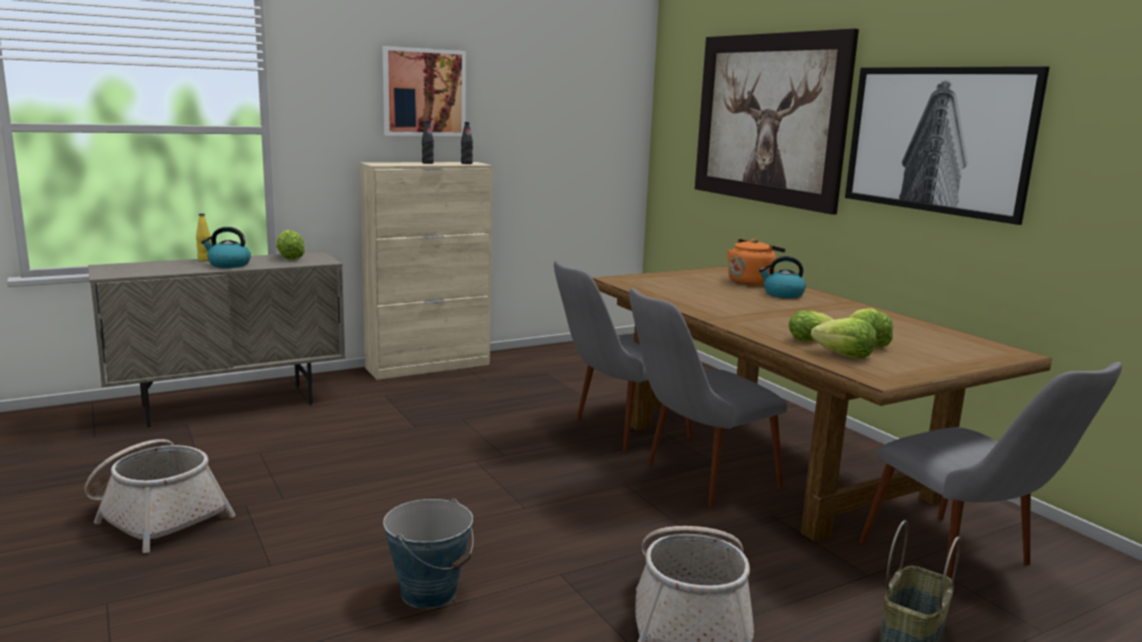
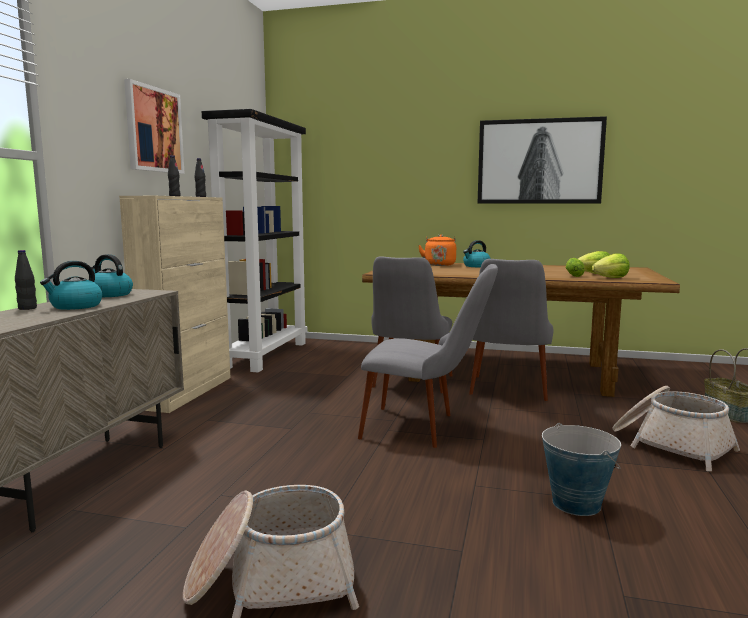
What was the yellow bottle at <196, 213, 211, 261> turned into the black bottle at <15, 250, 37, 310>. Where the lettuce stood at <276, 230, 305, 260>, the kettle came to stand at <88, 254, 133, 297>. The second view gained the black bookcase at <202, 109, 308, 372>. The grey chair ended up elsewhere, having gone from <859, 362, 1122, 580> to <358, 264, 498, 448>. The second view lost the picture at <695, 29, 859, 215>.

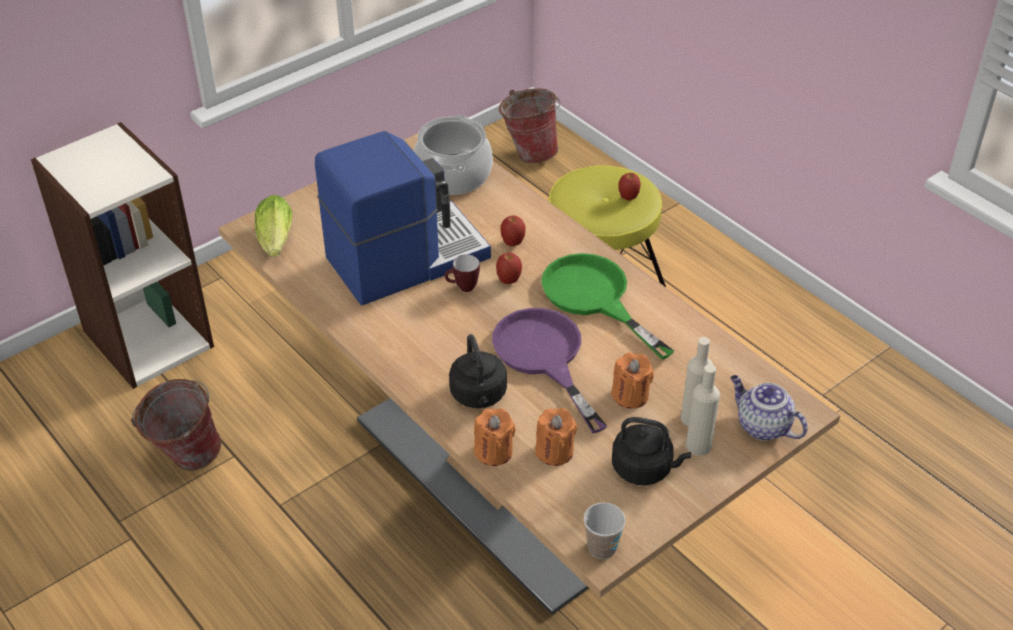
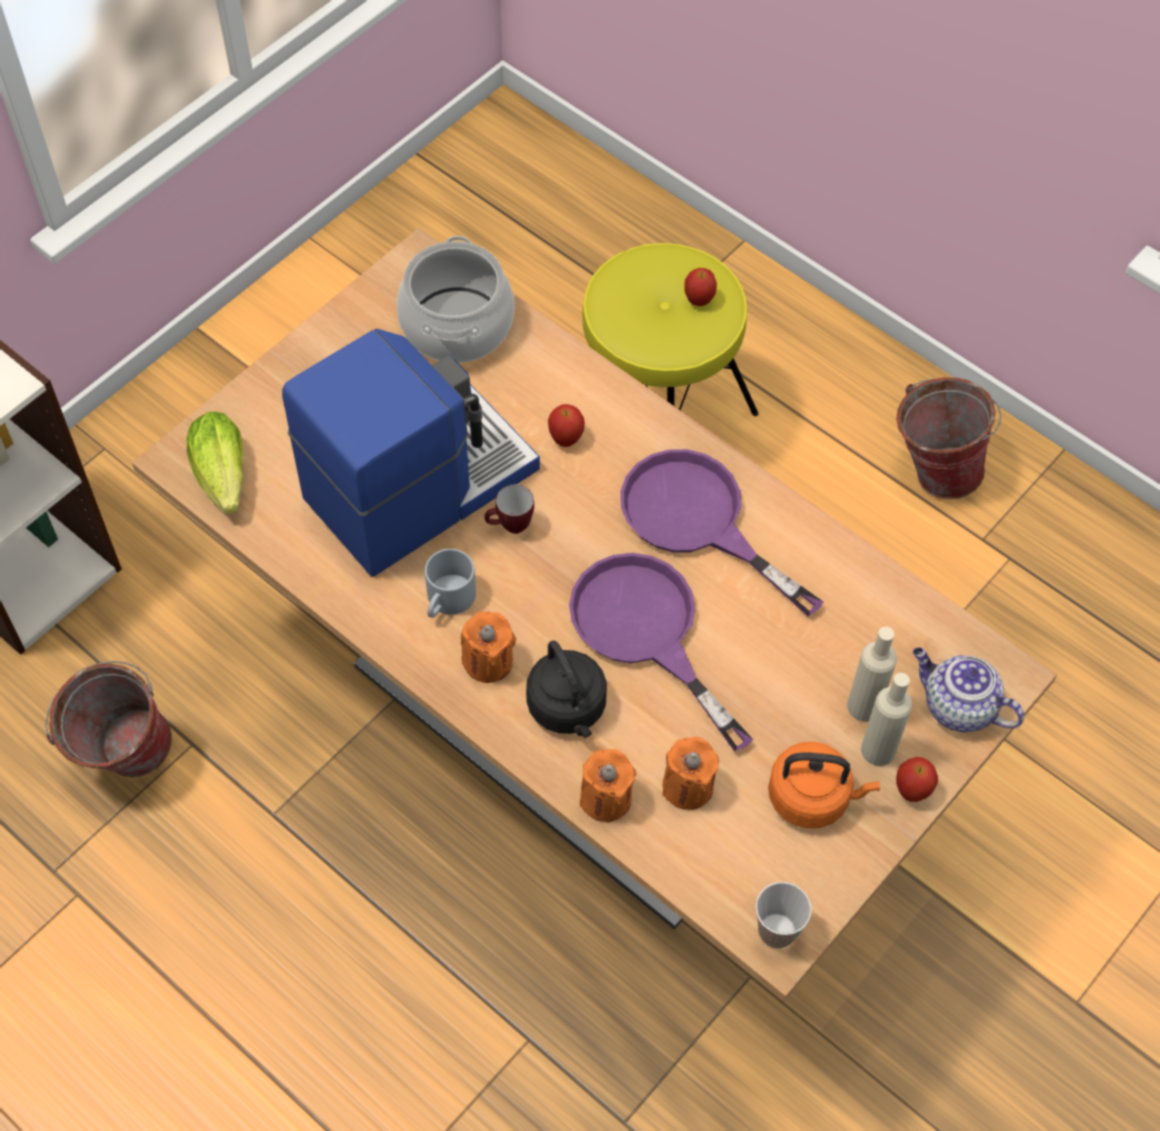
The second view gained the grey mug at <425, 549, 476, 618>. The orange candle ended up elsewhere, having gone from <611, 353, 654, 409> to <461, 612, 516, 683>. What was the green frying pan at <541, 253, 674, 360> turned into the purple frying pan at <620, 449, 824, 616>. What was the black kettle at <612, 417, 691, 485> turned into the orange kettle at <768, 742, 880, 829>. The bucket ended up elsewhere, having gone from <499, 88, 561, 163> to <896, 377, 1001, 499>. The apple ended up elsewhere, having gone from <496, 253, 522, 284> to <896, 757, 938, 802>.

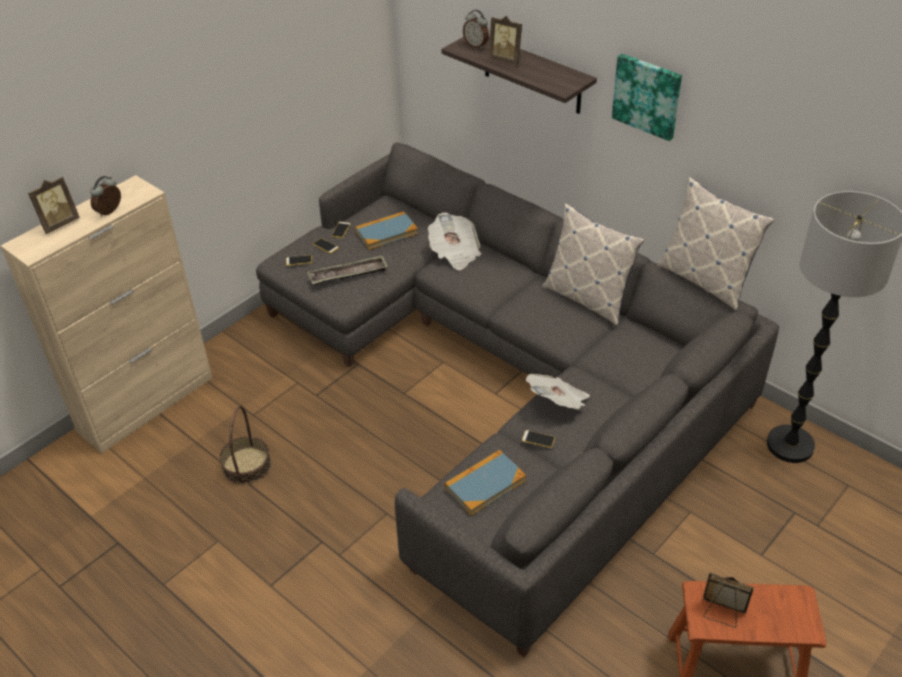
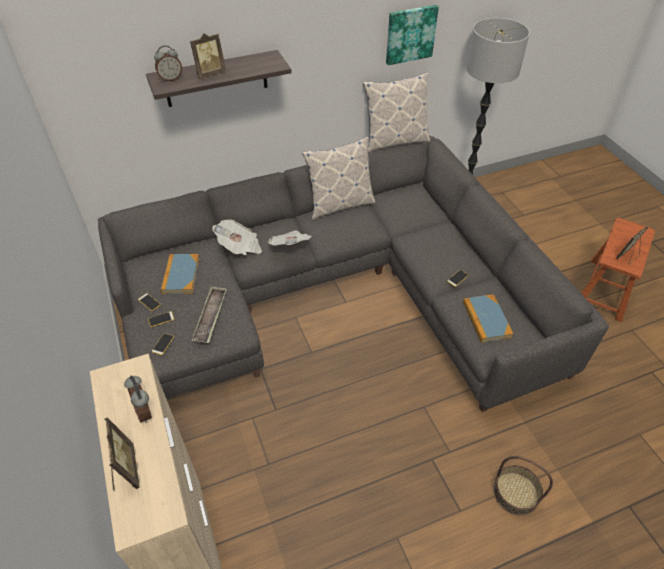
The newspaper ended up elsewhere, having gone from <526, 374, 590, 410> to <268, 231, 312, 246>. The picture ended up elsewhere, having gone from <612, 54, 682, 141> to <386, 5, 439, 65>. The basket ended up elsewhere, having gone from <219, 405, 271, 485> to <493, 456, 553, 516>.

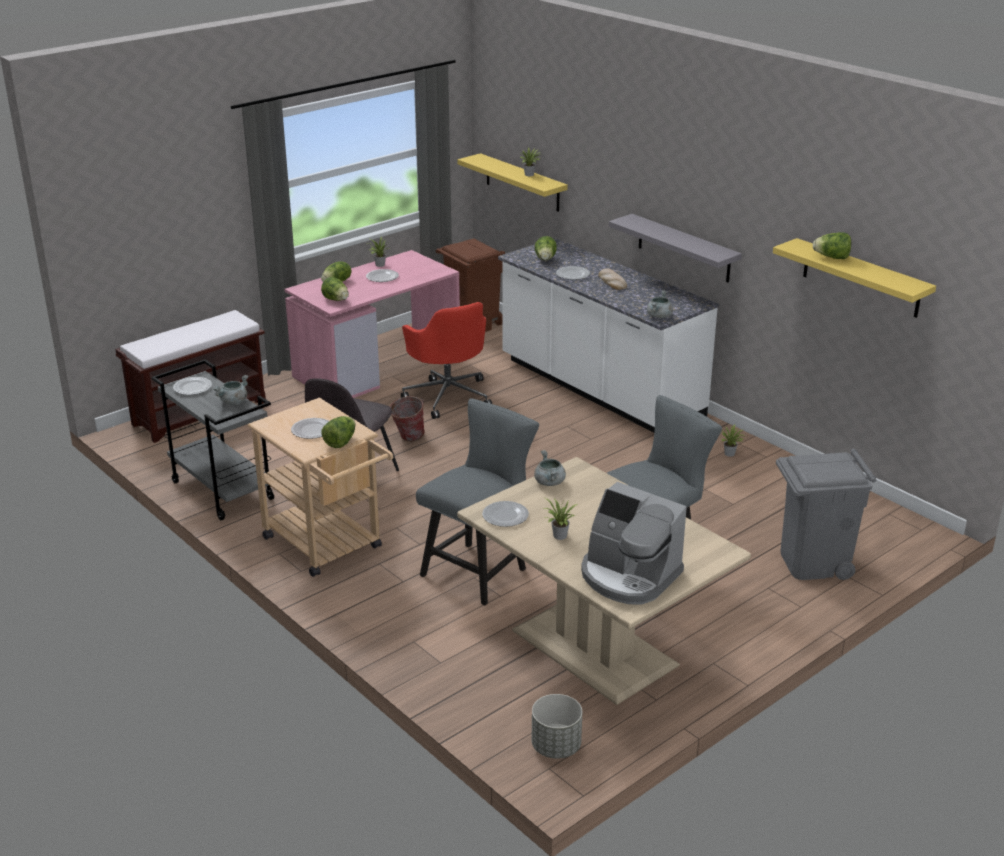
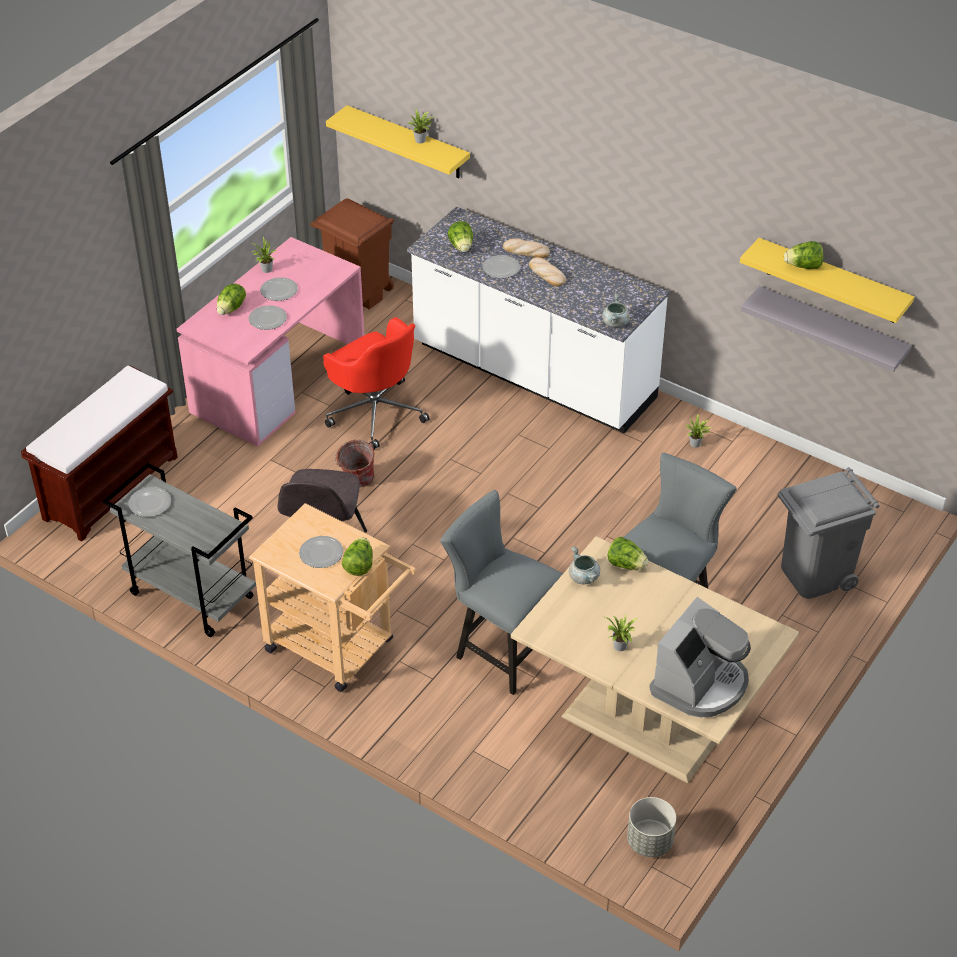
The plate ended up elsewhere, having gone from <482, 501, 529, 527> to <249, 305, 287, 330>. The grey chair at <416, 398, 539, 606> ended up facing another way, 75 degrees counterclockwise from before. The second view gained the bread at <503, 239, 550, 258>. The lettuce ended up elsewhere, having gone from <321, 277, 349, 301> to <607, 537, 648, 570>. The coffee machine at <581, 482, 687, 605> ended up facing another way, 75 degrees counterclockwise from before. The grey shelf ended up elsewhere, having gone from <609, 214, 742, 282> to <741, 286, 912, 372>. The second view lost the grey cooking pot at <213, 375, 248, 404>.

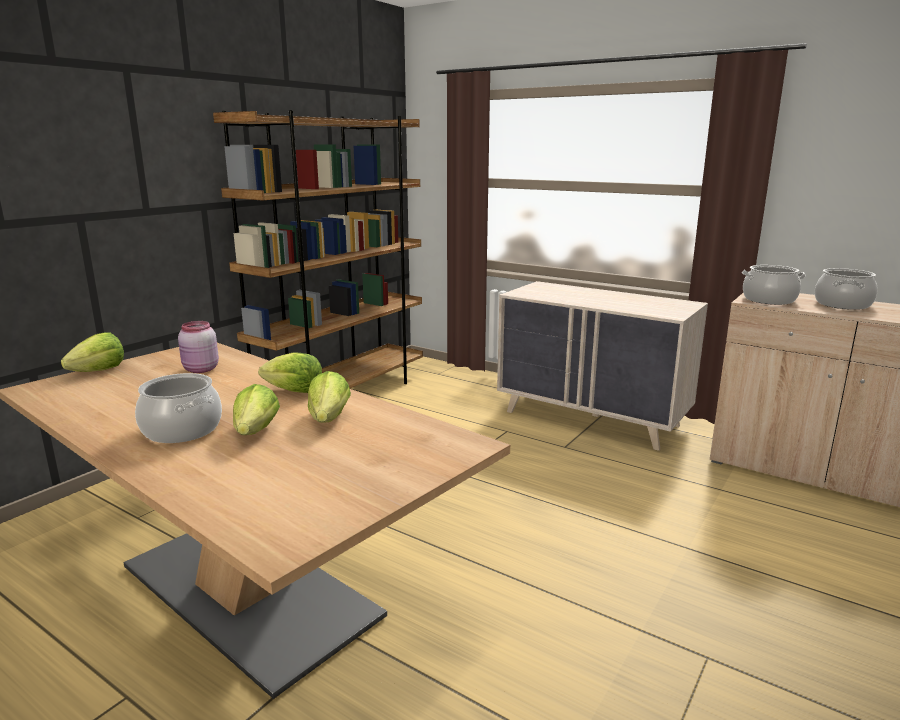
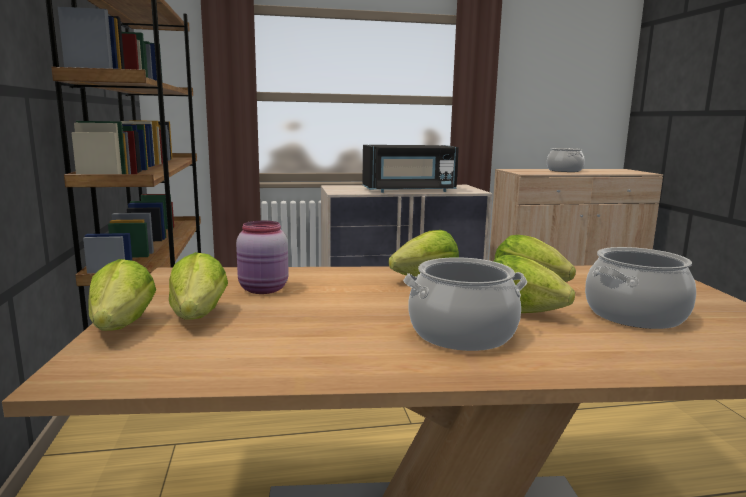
The second view gained the lettuce at <169, 252, 228, 320>. The second view gained the black microwave at <362, 145, 459, 193>. The cooking pot ended up elsewhere, having gone from <742, 265, 806, 305> to <585, 247, 696, 329>.

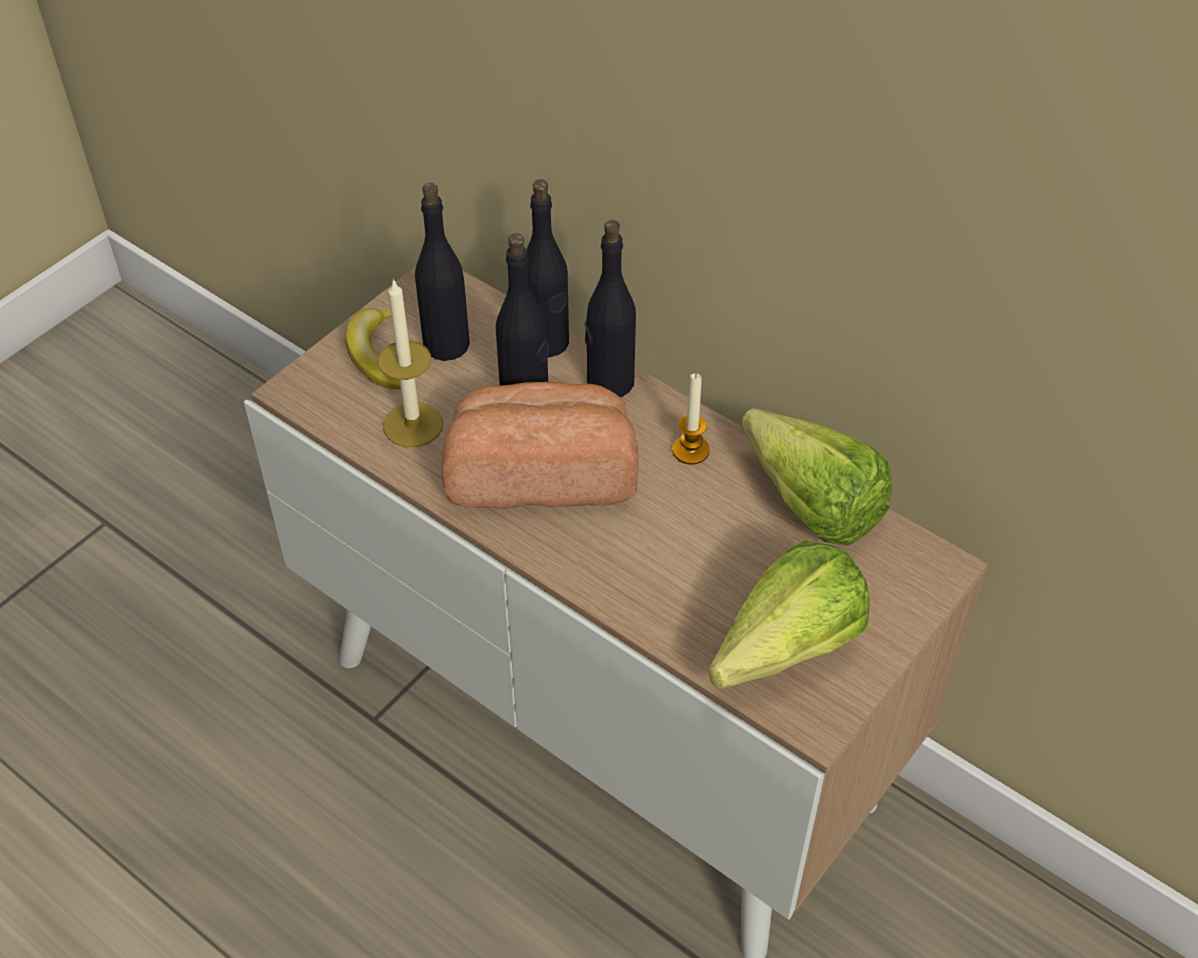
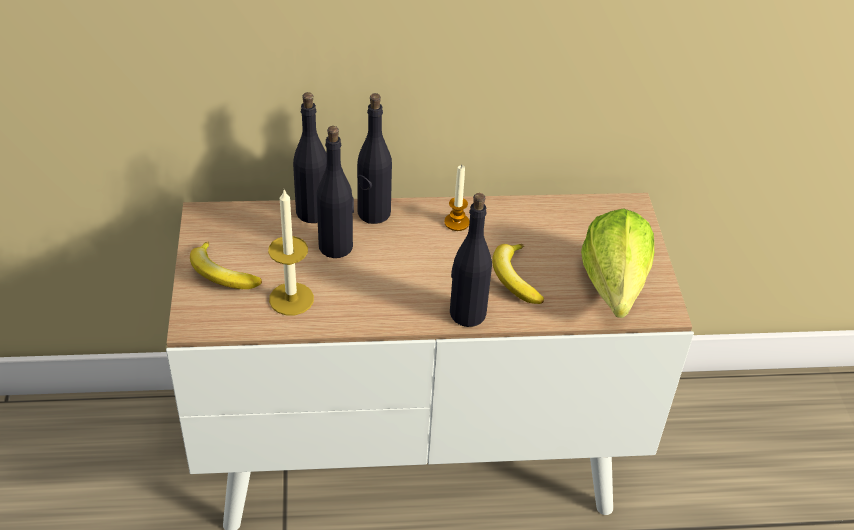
The black bottle ended up elsewhere, having gone from <415, 182, 470, 361> to <450, 193, 492, 327>. The second view gained the banana at <492, 244, 544, 304>. The second view lost the bread at <441, 382, 639, 509>. The second view lost the lettuce at <741, 408, 892, 545>.

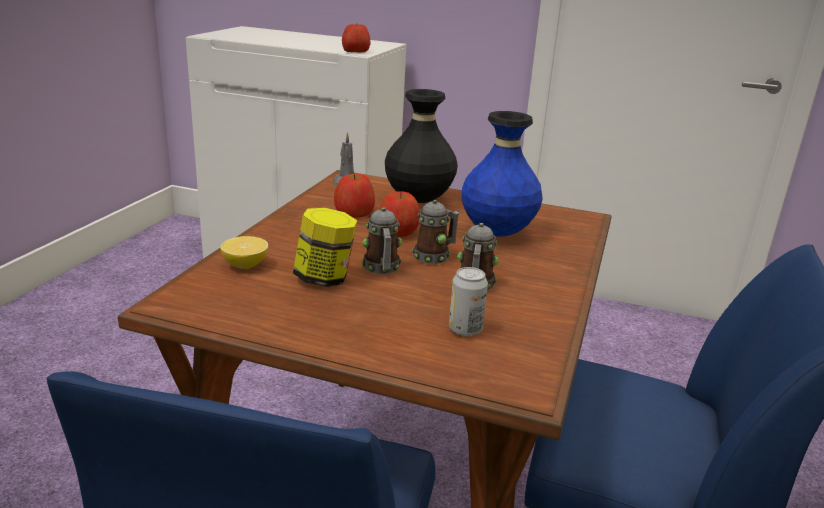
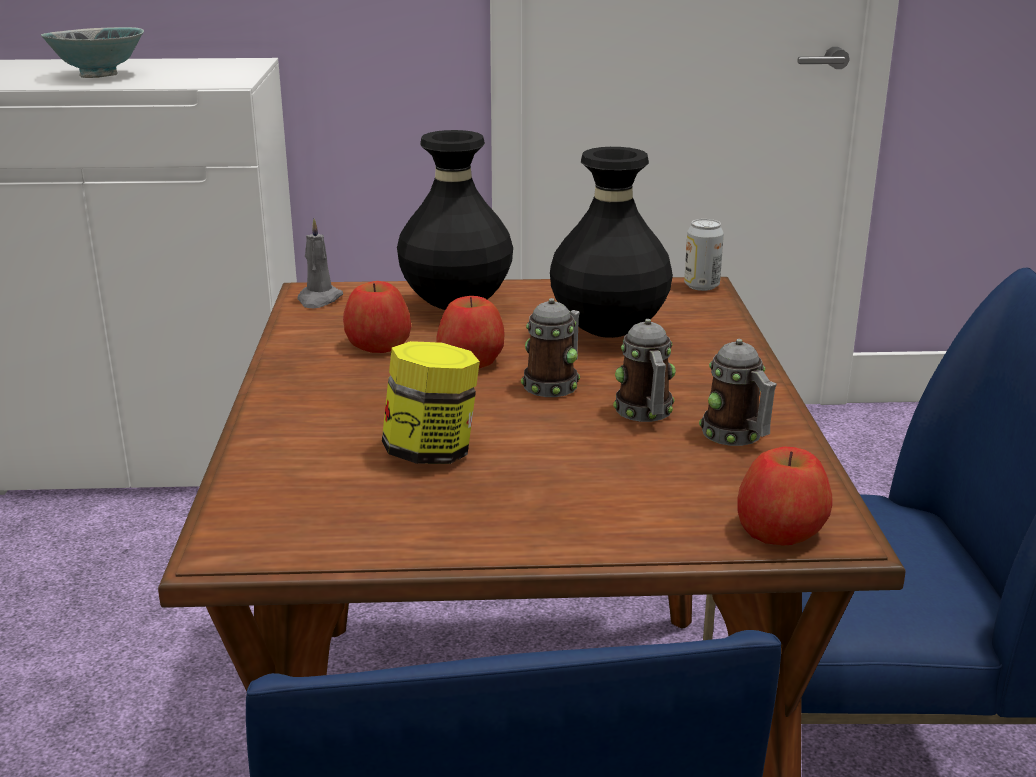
The second view gained the bowl at <41, 27, 144, 78>. What was the blue vase at <462, 111, 543, 237> turned into the black vase at <550, 147, 673, 338>. The can ended up elsewhere, having gone from <449, 267, 488, 336> to <684, 219, 724, 291>. The mug ended up elsewhere, having gone from <361, 207, 402, 274> to <699, 339, 777, 446>. The apple ended up elsewhere, having gone from <342, 23, 370, 52> to <737, 446, 833, 545>. The second view lost the lemon at <220, 236, 268, 269>.

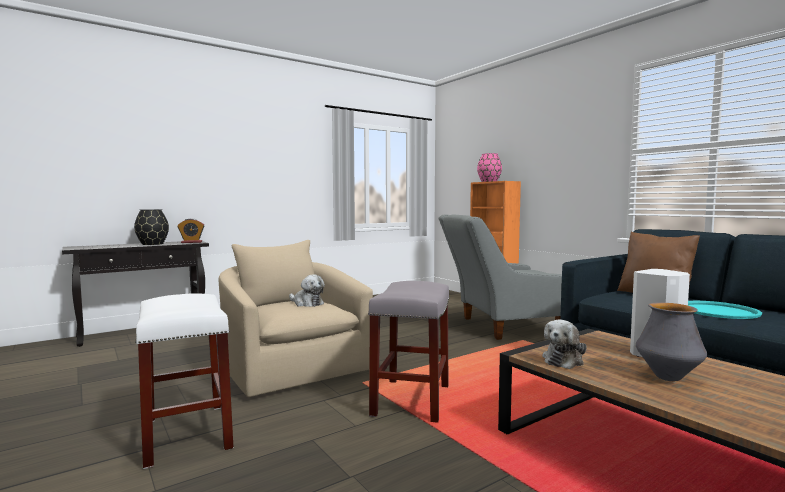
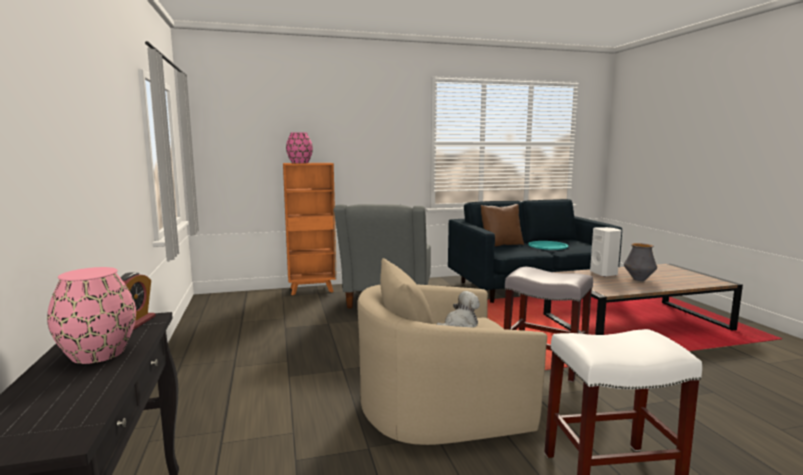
What was the black vase at <134, 209, 169, 245> turned into the pink vase at <47, 267, 136, 364>. The second view lost the plush toy at <542, 320, 587, 369>.

